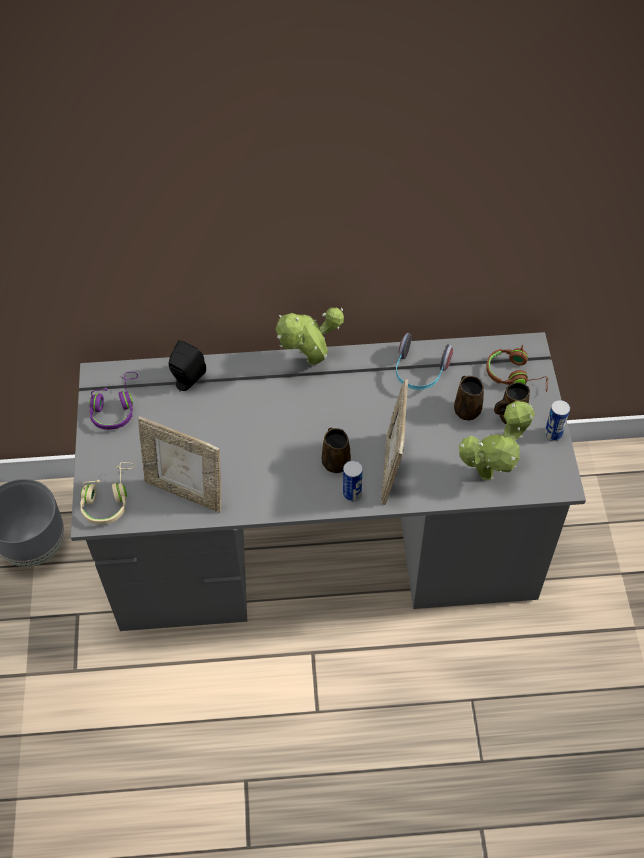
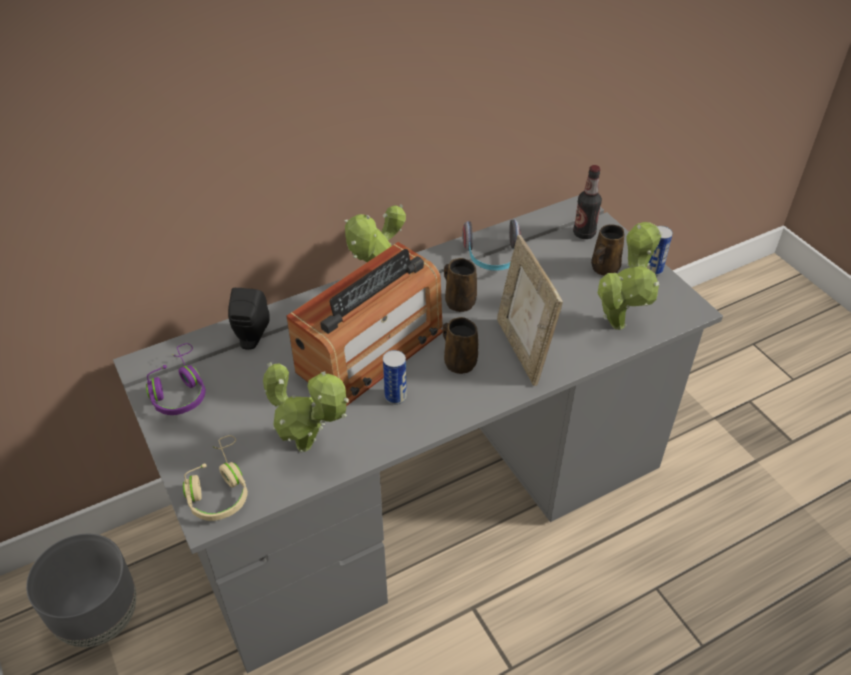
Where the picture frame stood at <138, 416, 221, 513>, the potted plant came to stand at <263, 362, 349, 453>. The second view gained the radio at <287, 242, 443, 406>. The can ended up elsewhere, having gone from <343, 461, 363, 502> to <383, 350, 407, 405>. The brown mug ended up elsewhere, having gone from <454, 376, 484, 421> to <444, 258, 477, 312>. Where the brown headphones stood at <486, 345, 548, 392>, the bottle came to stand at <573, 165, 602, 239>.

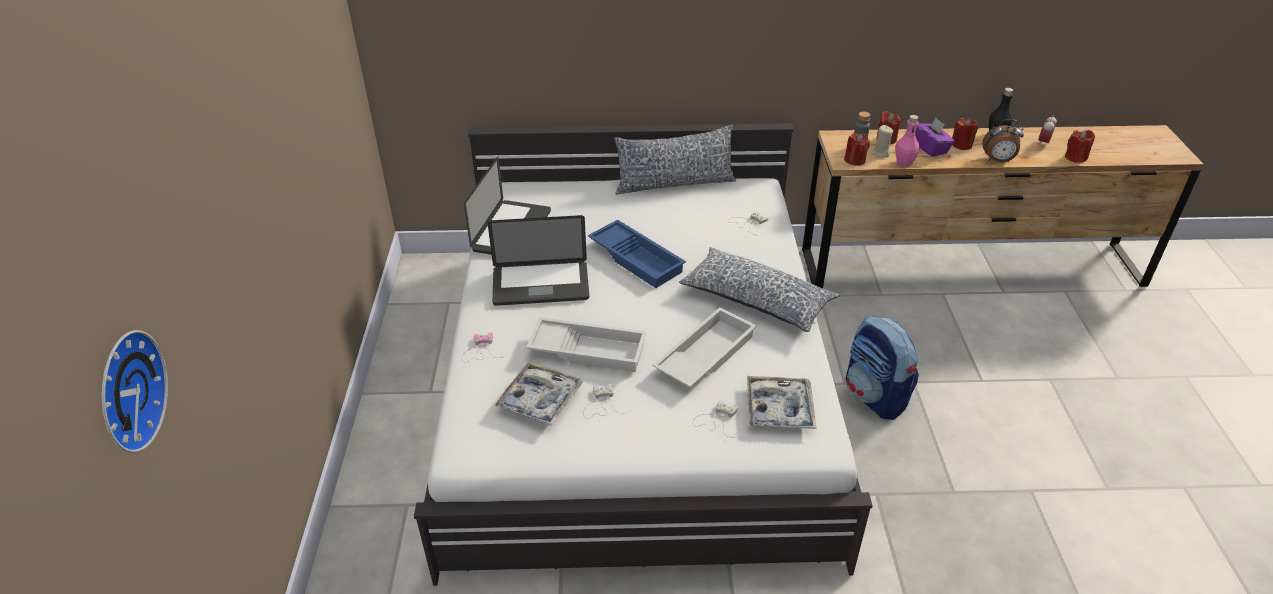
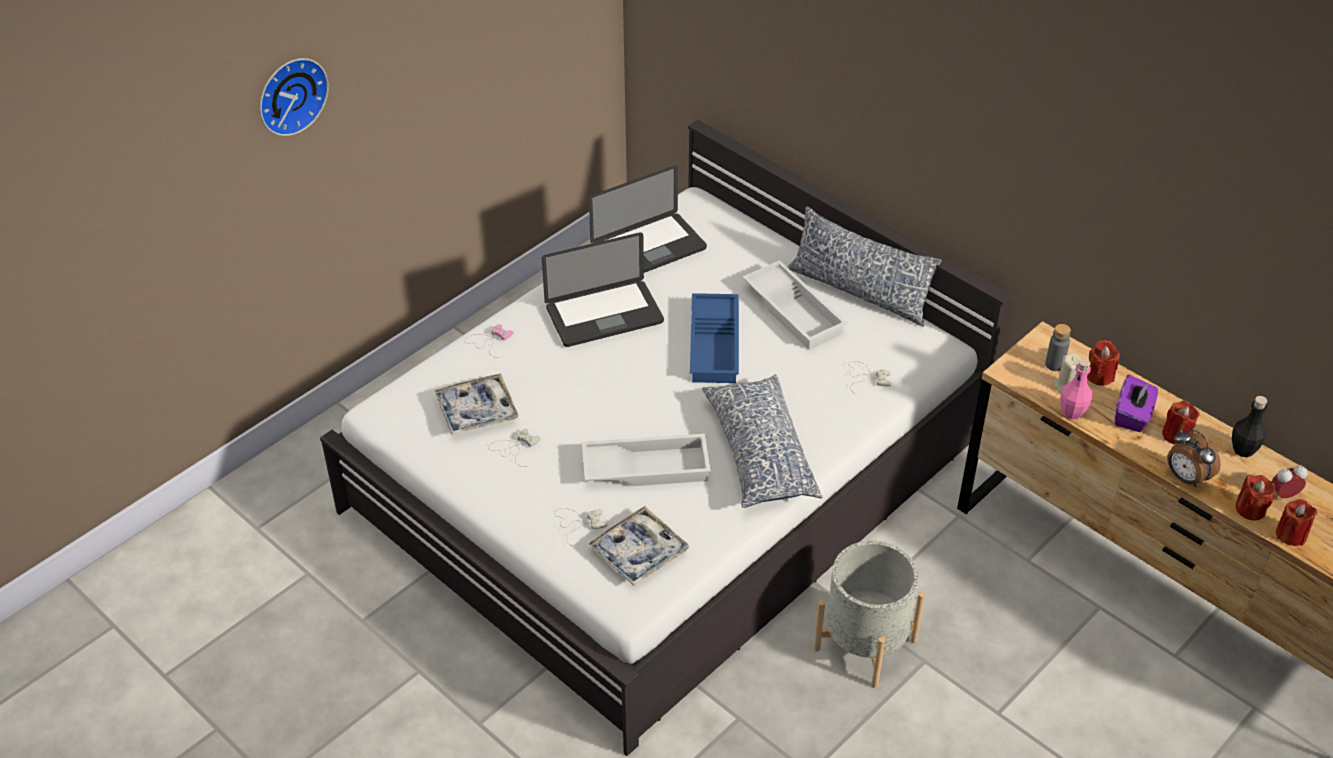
The wall clock ended up elsewhere, having gone from <101, 330, 168, 453> to <260, 58, 329, 136>. The laptop at <488, 215, 589, 306> ended up facing another way, 60 degrees counterclockwise from before. The white tray ended up elsewhere, having gone from <526, 317, 647, 372> to <742, 260, 848, 350>. Where the backpack stood at <846, 315, 919, 420>, the grey planter came to stand at <814, 541, 925, 688>. The red candle ended up elsewhere, having gone from <844, 133, 870, 166> to <1235, 475, 1275, 521>.

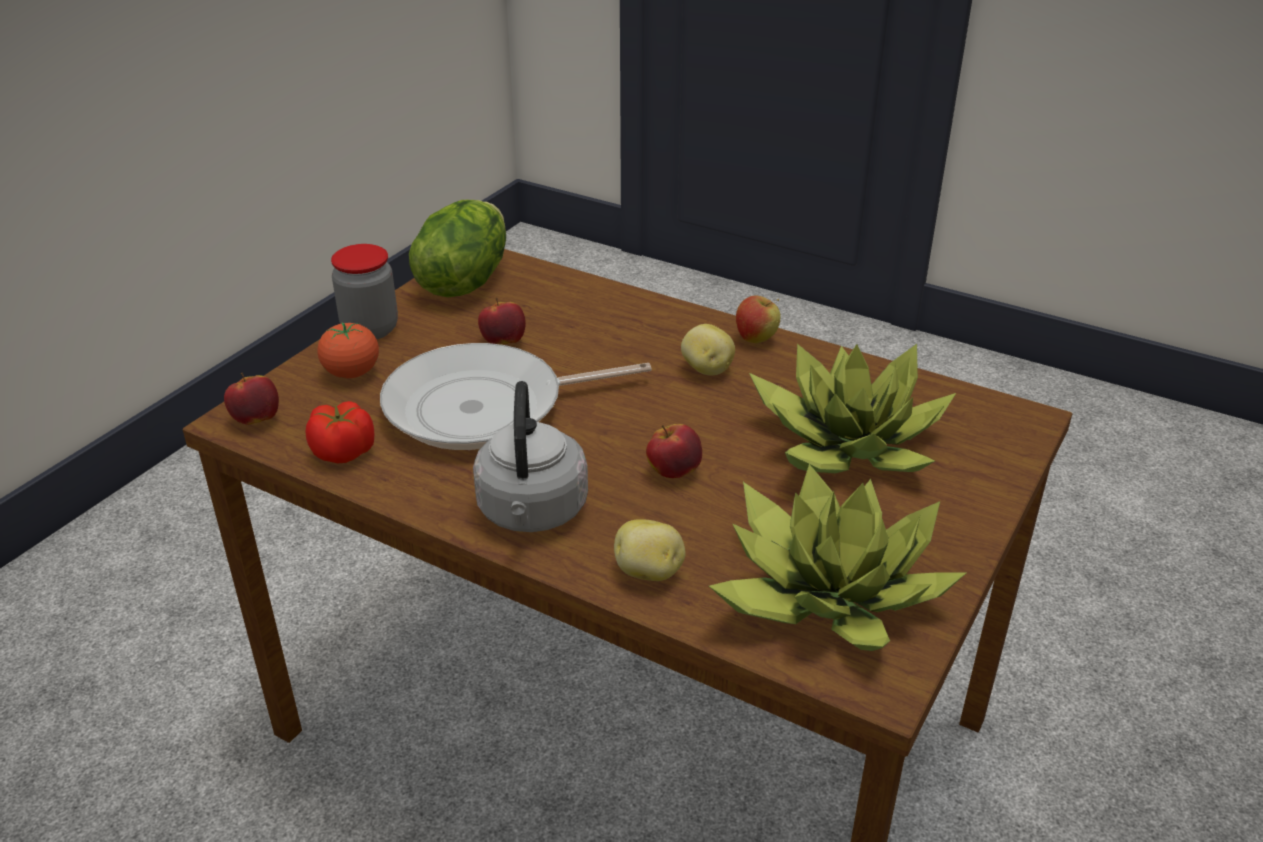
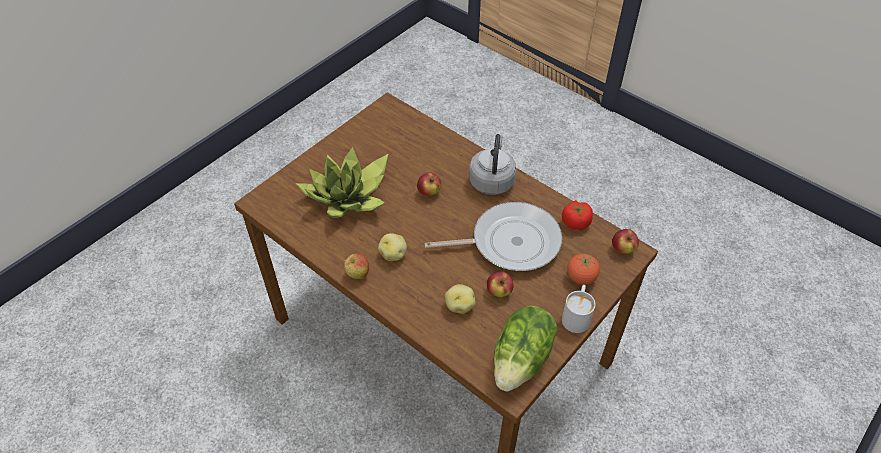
The potato ended up elsewhere, having gone from <614, 519, 686, 581> to <445, 284, 475, 314>. Where the jar stood at <331, 244, 398, 339>, the white mug came to stand at <562, 285, 595, 333>. The second view lost the potted plant at <709, 464, 966, 651>.

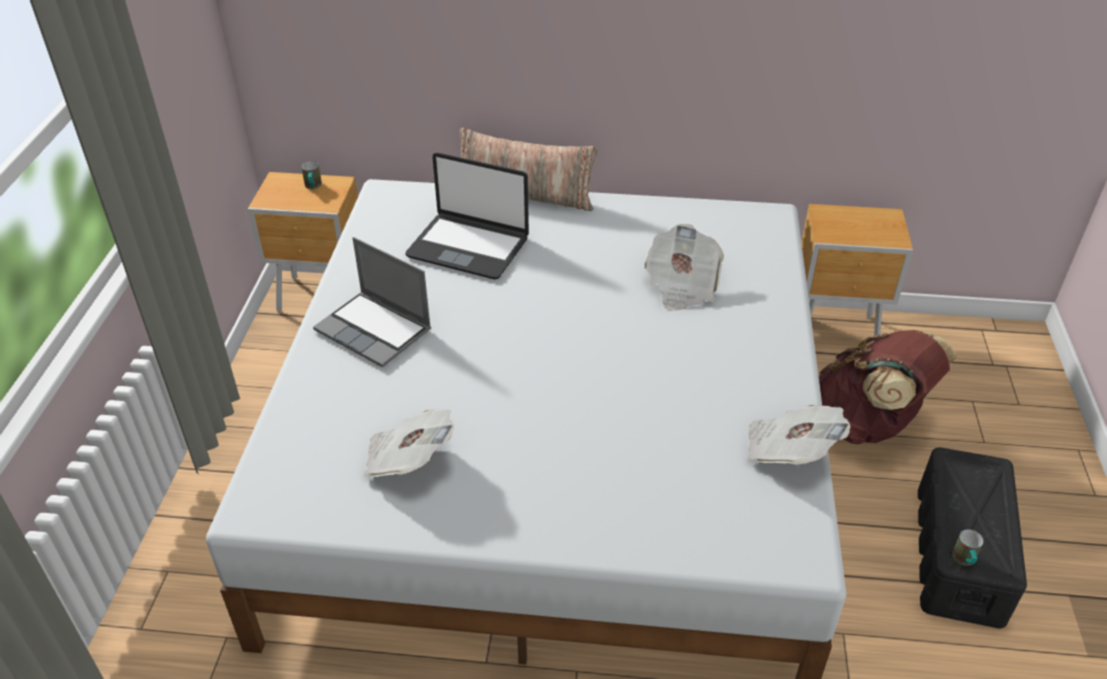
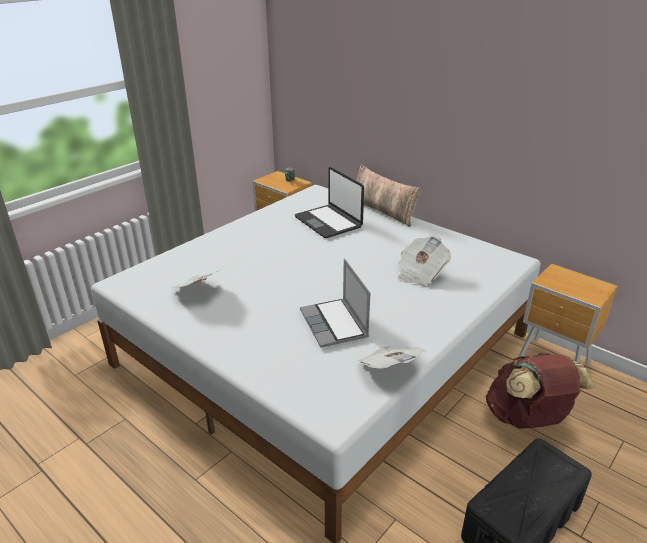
The laptop ended up elsewhere, having gone from <313, 237, 431, 368> to <300, 259, 370, 348>. The second view lost the mug at <952, 529, 983, 566>.

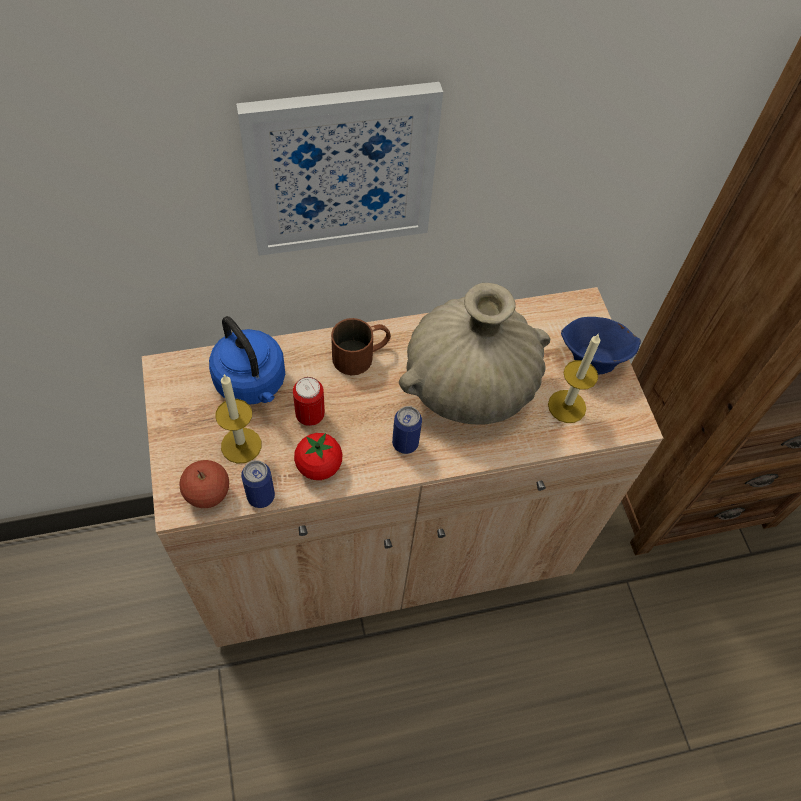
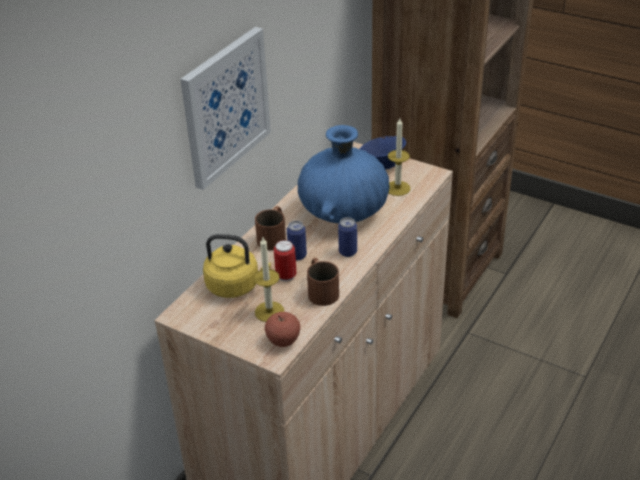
What was the blue kettle at <209, 316, 285, 405> turned into the yellow kettle at <203, 234, 271, 298>. The can ended up elsewhere, having gone from <241, 460, 275, 508> to <287, 221, 307, 260>. What was the beige vase at <399, 283, 550, 425> turned into the blue vase at <298, 125, 390, 223>. Where the tomato stood at <294, 433, 342, 480>, the brown mug came to stand at <307, 258, 339, 306>.

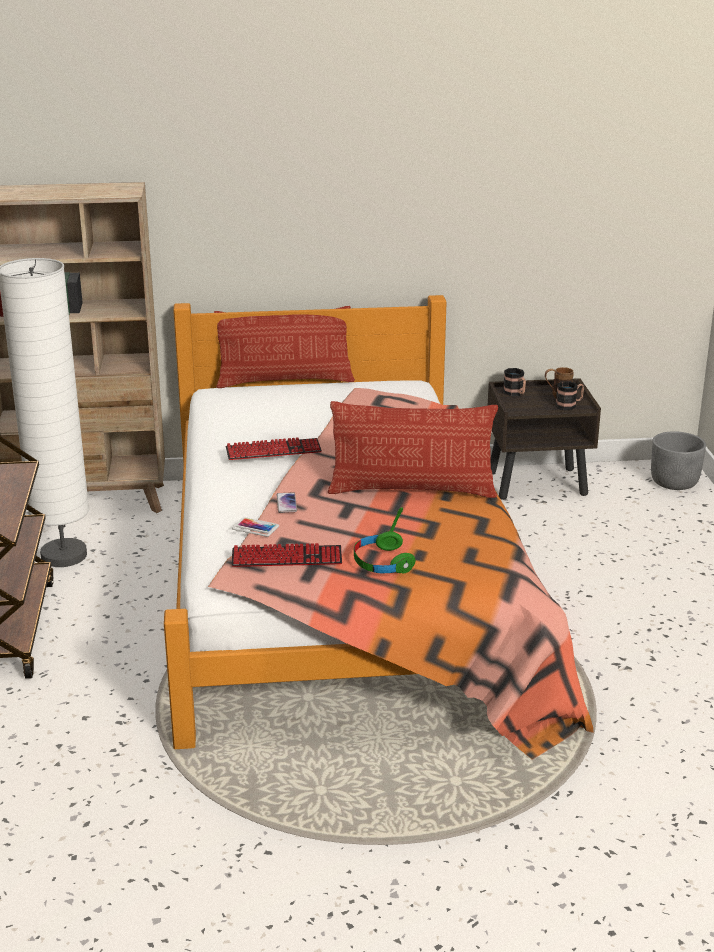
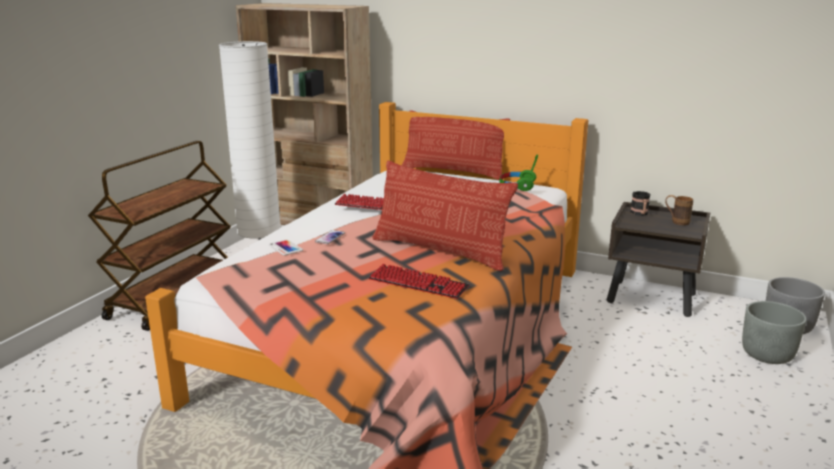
The keyboard ended up elsewhere, having gone from <231, 543, 342, 567> to <369, 264, 470, 299>. The green headphones ended up elsewhere, having gone from <354, 507, 416, 574> to <500, 155, 538, 191>. The second view gained the grey planter at <742, 301, 807, 364>. The second view lost the mug at <556, 381, 584, 410>.

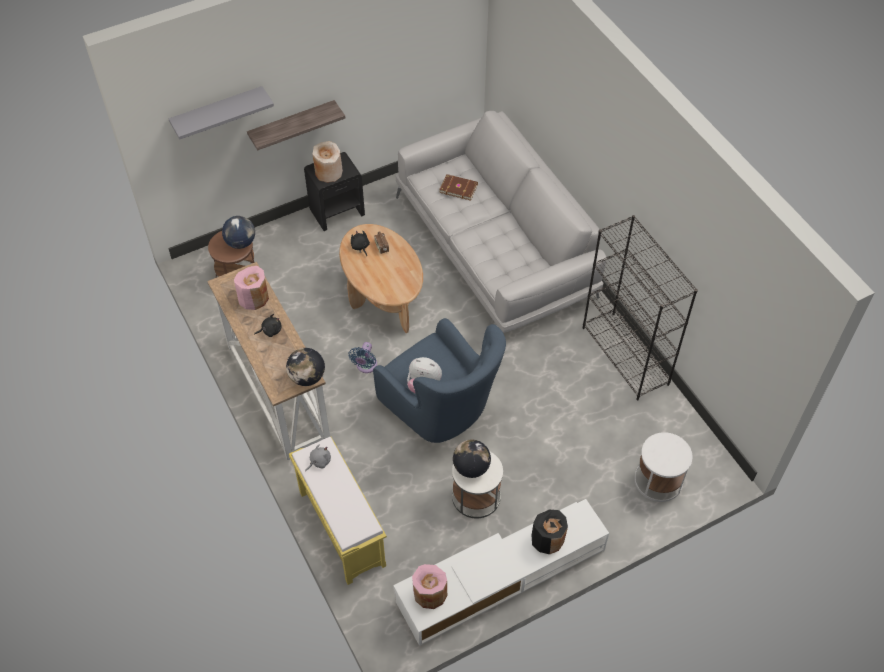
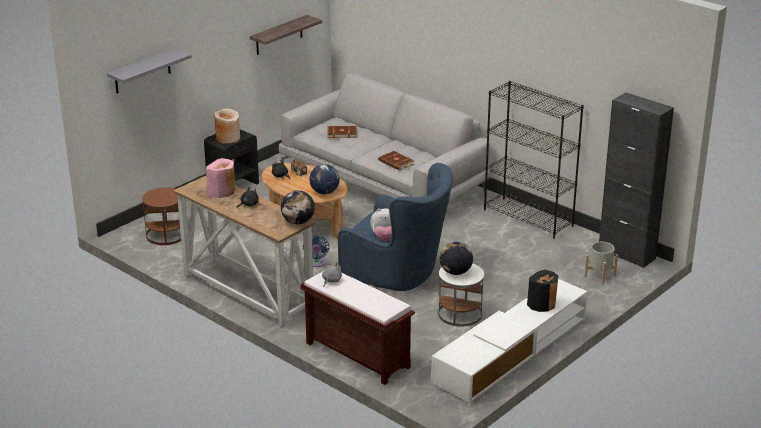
The shelf ended up elsewhere, having gone from <247, 100, 345, 150> to <250, 15, 322, 55>. What was the yellow bench at <289, 437, 387, 585> turned into the brown bench at <301, 271, 415, 385>. The globe ended up elsewhere, having gone from <222, 216, 255, 249> to <309, 164, 340, 194>. The second view gained the brown book at <378, 151, 414, 171>. Where the white side table stood at <634, 432, 692, 502>, the grey planter came to stand at <584, 242, 618, 284>. The second view gained the black cabinet at <599, 93, 674, 268>. The second view lost the pink vase at <412, 564, 447, 609>.

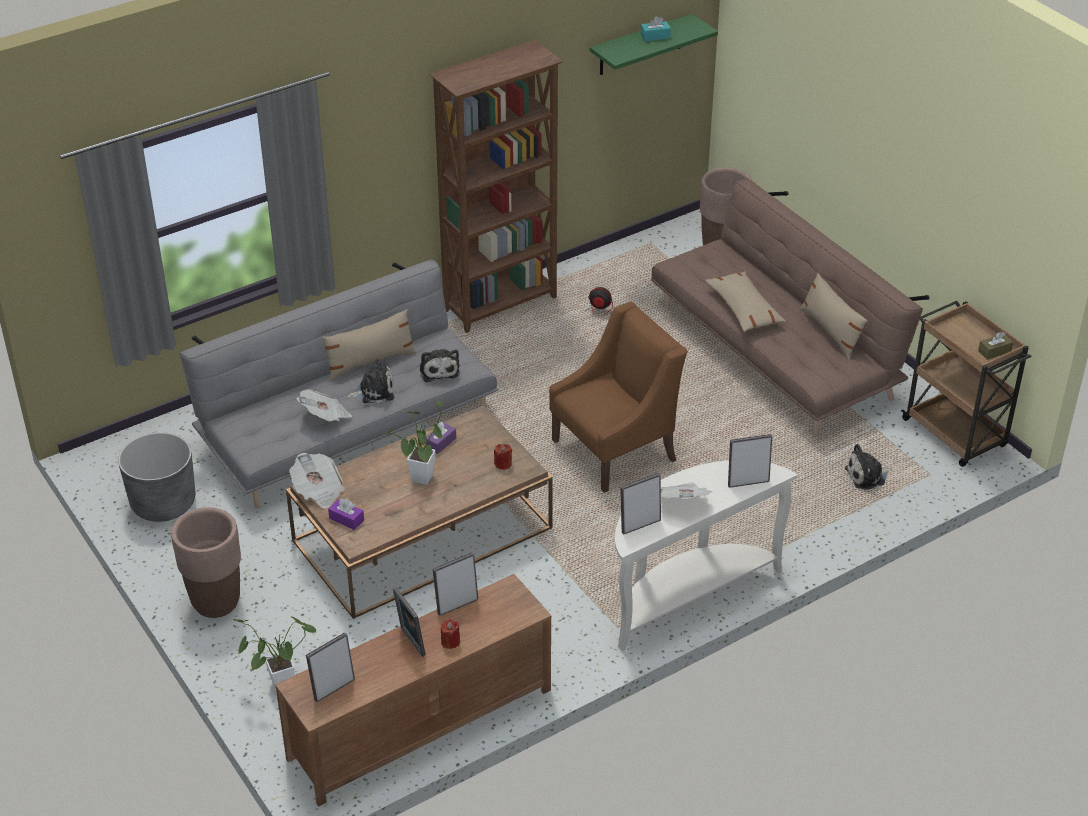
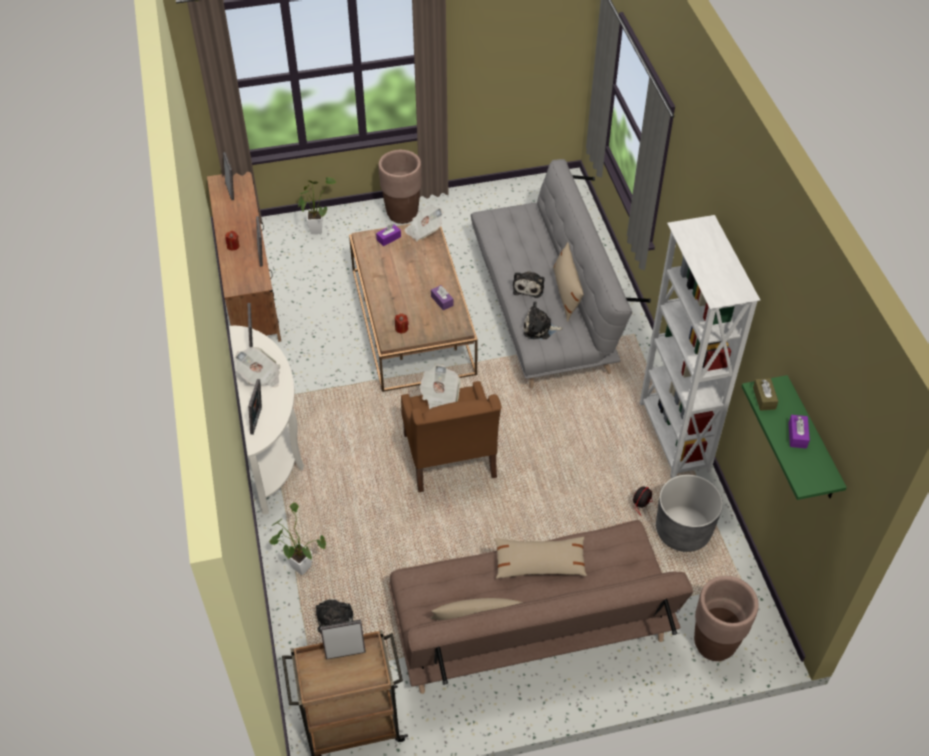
The potted plant ended up elsewhere, having gone from <376, 401, 444, 485> to <269, 503, 326, 575>. The picture frame ended up elsewhere, having gone from <393, 587, 426, 657> to <320, 620, 366, 660>. The newspaper ended up elsewhere, having gone from <296, 389, 352, 422> to <419, 364, 461, 409>. What was the brown bookcase at <429, 40, 563, 333> turned into the white bookcase at <640, 215, 760, 478>. The grey planter ended up elsewhere, having gone from <118, 432, 195, 522> to <656, 475, 723, 552>. The brown tissue box ended up elsewhere, having gone from <978, 332, 1013, 360> to <753, 378, 778, 411>. What was the turquoise tissue box at <641, 16, 671, 41> turned into the purple tissue box at <789, 415, 810, 449>.

